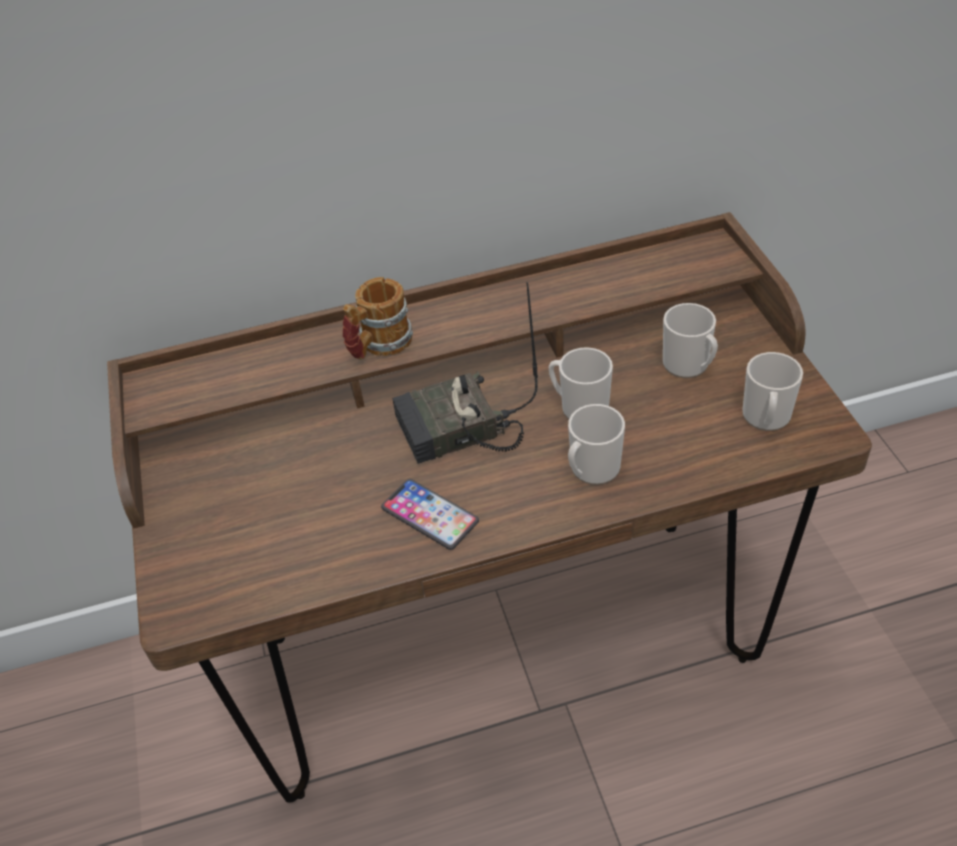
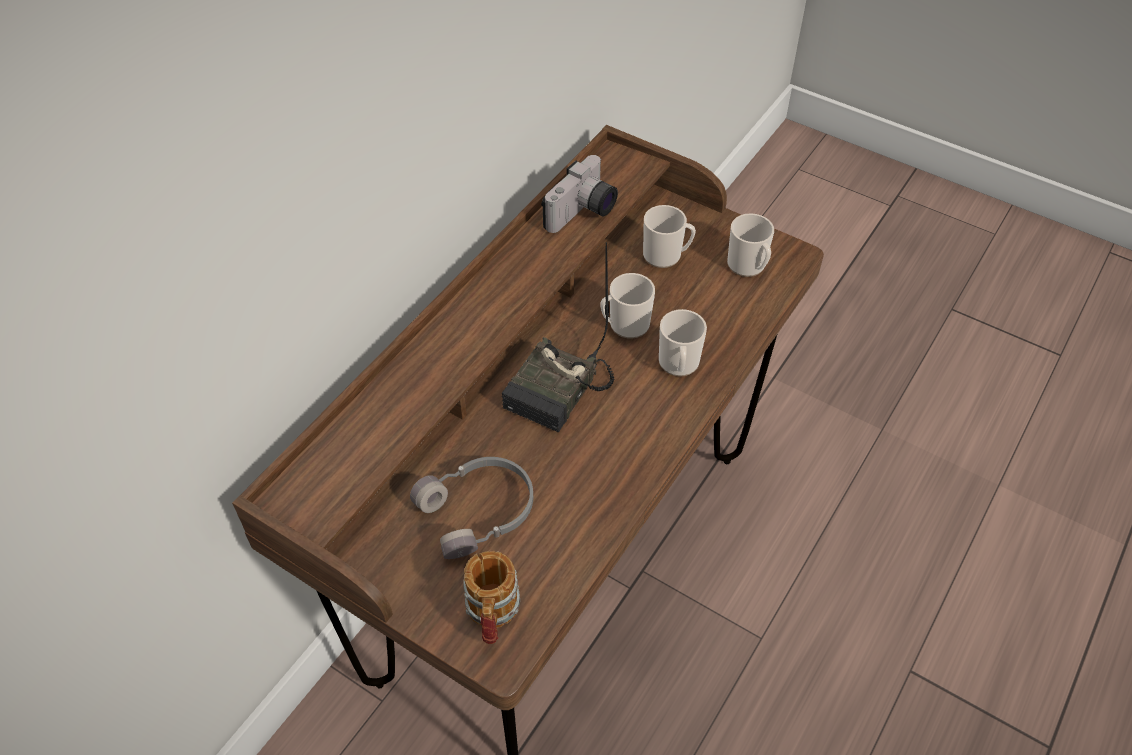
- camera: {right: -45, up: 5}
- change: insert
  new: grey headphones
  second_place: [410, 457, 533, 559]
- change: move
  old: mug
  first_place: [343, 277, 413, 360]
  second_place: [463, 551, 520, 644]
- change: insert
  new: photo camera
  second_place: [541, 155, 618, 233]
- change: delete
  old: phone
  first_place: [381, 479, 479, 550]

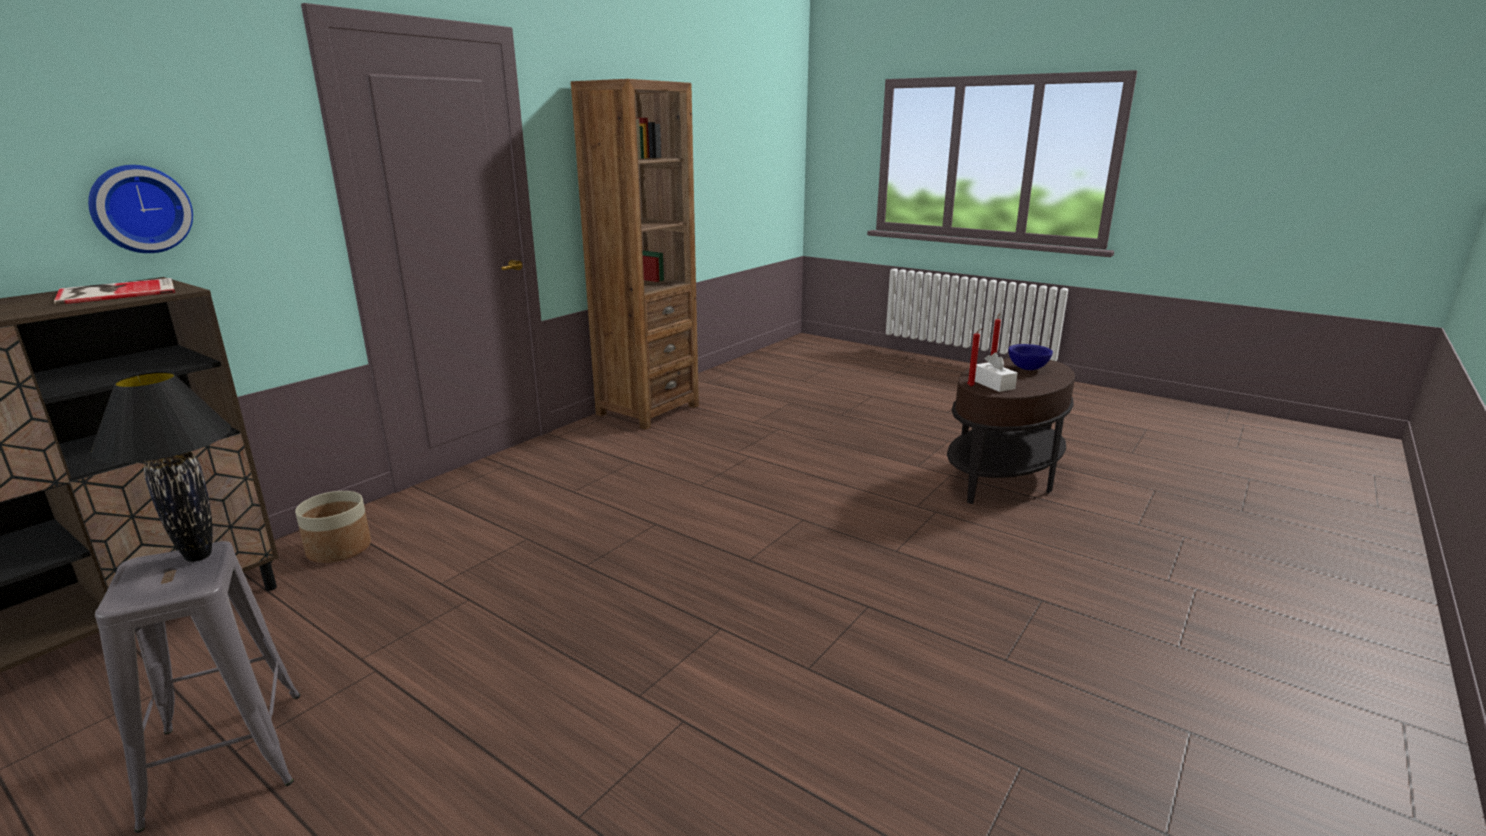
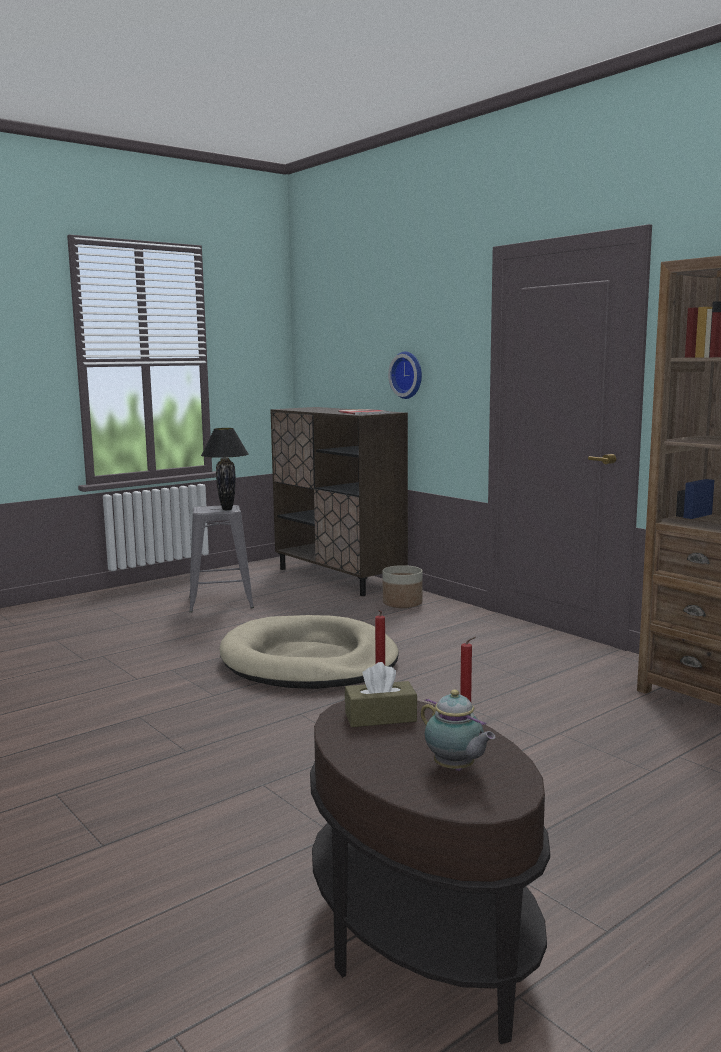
- camera: {right: 105, up: -10}
- change: insert
  new: beige dog bed
  second_place: [220, 615, 399, 689]
- change: recolor
  old: white tissue box
  new: brown tissue box
  first_place: [975, 353, 1018, 392]
  second_place: [345, 662, 417, 727]
- change: replace
  old: blue bowl
  new: teapot
  first_place: [1008, 344, 1053, 370]
  second_place: [421, 689, 495, 771]

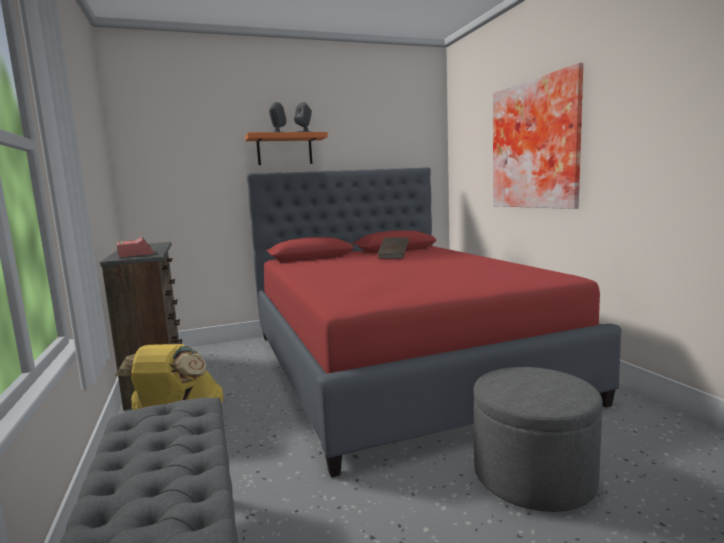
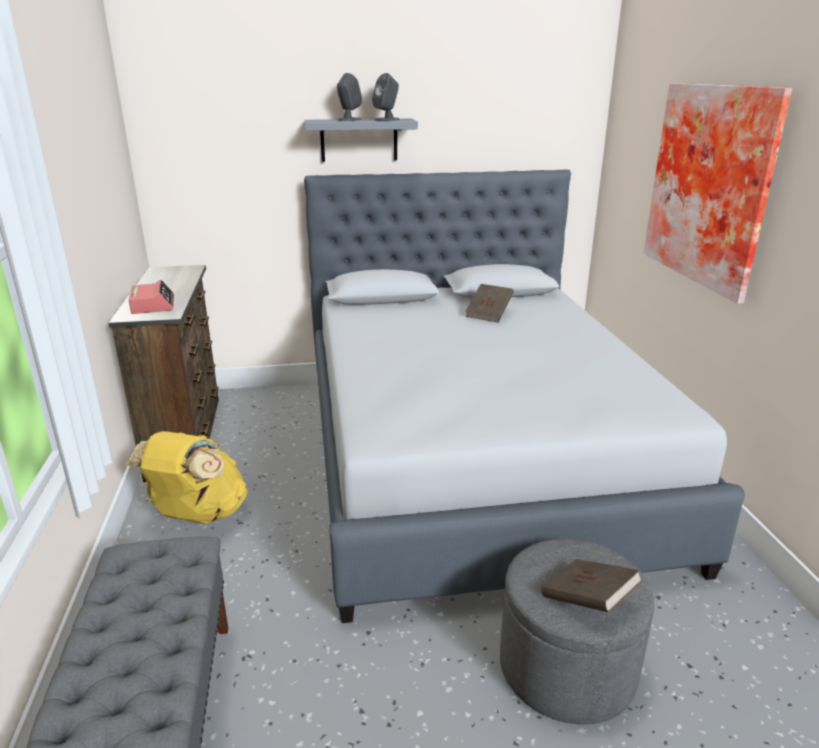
- camera: {right: 10, up: 15}
- change: recolor
  old: orange shelf
  new: grey shelf
  first_place: [245, 132, 328, 165]
  second_place: [304, 119, 418, 162]
- change: recolor
  old: red bed
  new: grey bed
  first_place: [247, 167, 621, 477]
  second_place: [304, 170, 745, 623]
- change: insert
  new: brown book
  second_place: [541, 559, 642, 613]

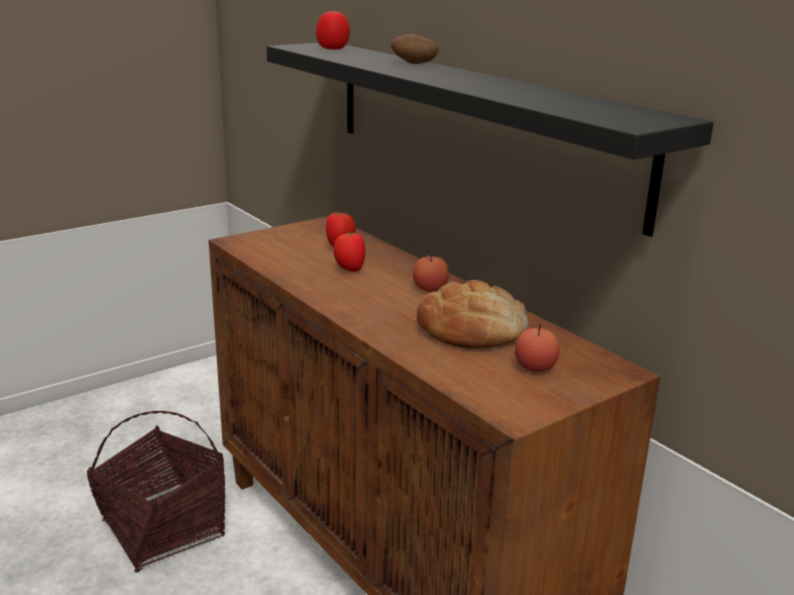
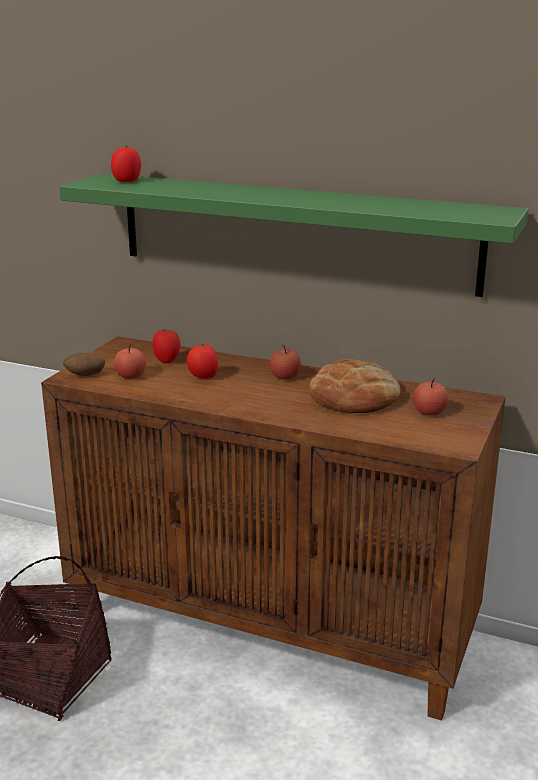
- camera: {right: -30, up: 0}
- change: recolor
  old: black shelf
  new: green shelf
  first_place: [267, 43, 714, 237]
  second_place: [59, 173, 529, 297]
- change: move
  old: potato
  first_place: [391, 34, 439, 64]
  second_place: [63, 353, 105, 376]
- change: insert
  new: apple
  second_place: [114, 344, 146, 379]

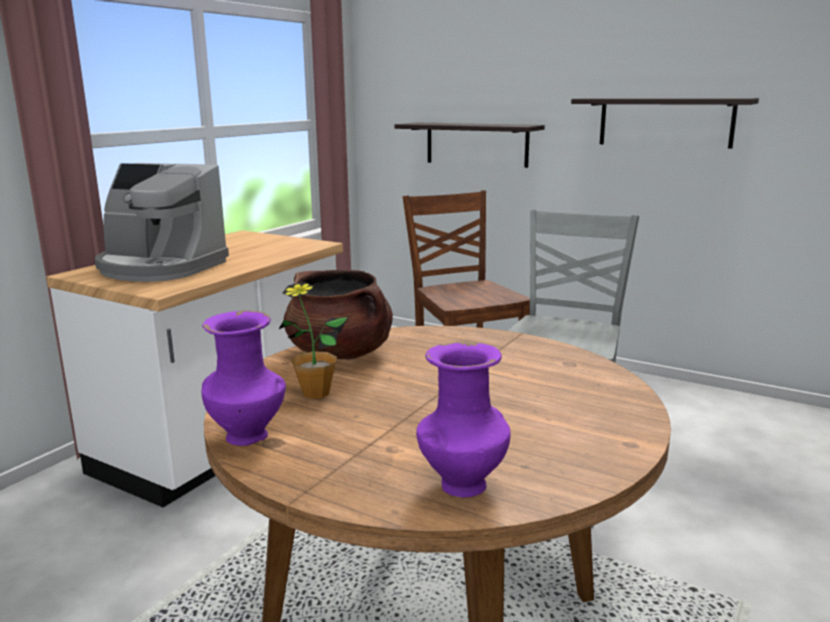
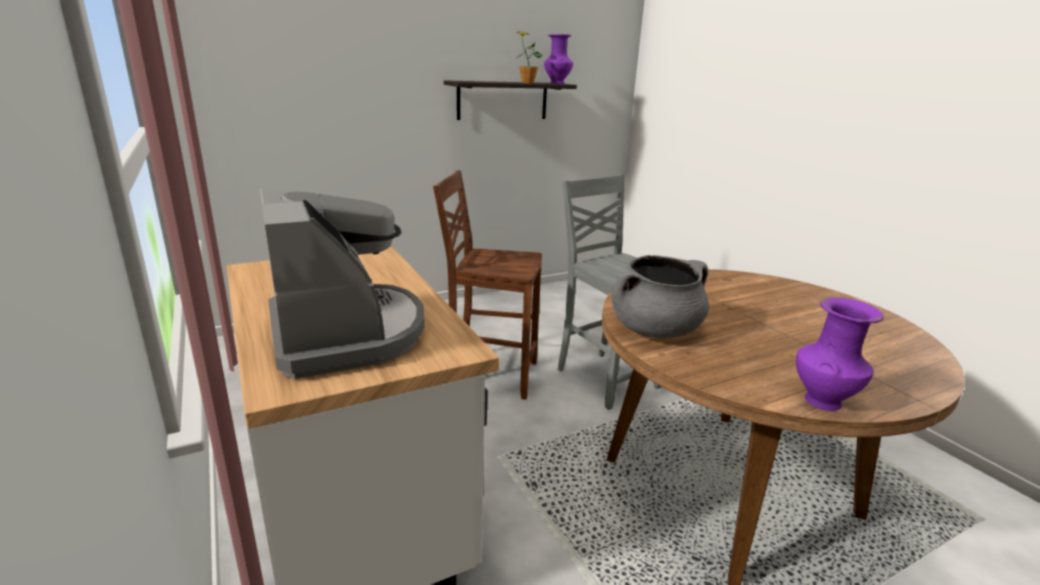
- camera: {right: -60, up: 5}
- change: rotate
  old: coffee machine
  first_place: [95, 163, 229, 282]
  second_place: [260, 188, 425, 379]
  degrees: -75
- change: move
  old: potted plant
  first_place: [279, 282, 348, 399]
  second_place: [517, 32, 543, 83]
- change: move
  old: purple vase
  first_place: [416, 342, 511, 497]
  second_place: [544, 34, 573, 84]
- change: recolor
  old: brown cooking pot
  new: grey cooking pot
  first_place: [284, 270, 393, 359]
  second_place: [611, 255, 709, 338]
- change: delete
  old: shelf
  first_place: [394, 122, 545, 168]

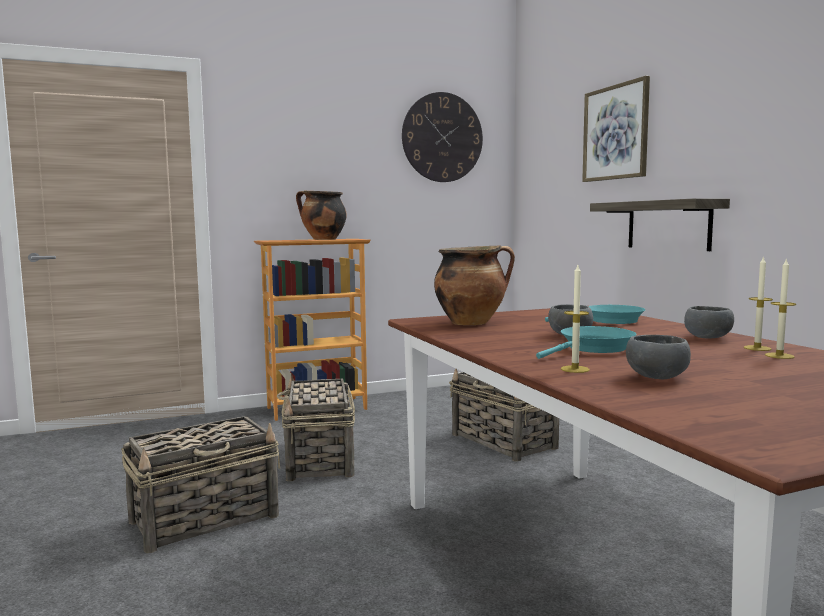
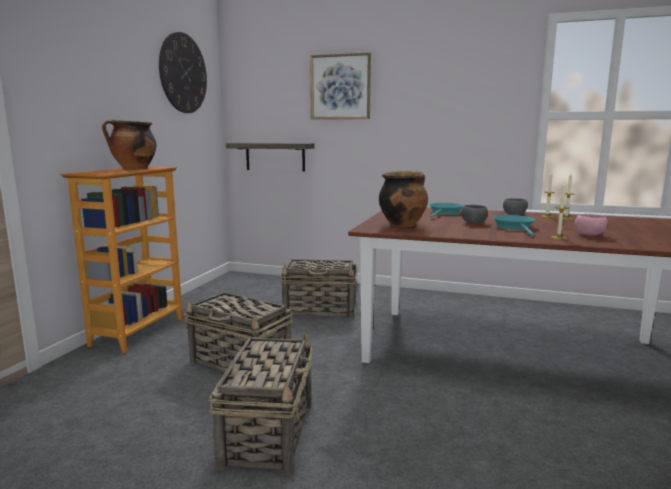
- camera: {right: -50, up: 5}
- change: move
  old: shelf
  first_place: [590, 198, 730, 251]
  second_place: [226, 143, 314, 172]
- change: recolor
  old: grey bowl
  new: pink bowl
  first_place: [626, 335, 691, 379]
  second_place: [575, 214, 608, 235]

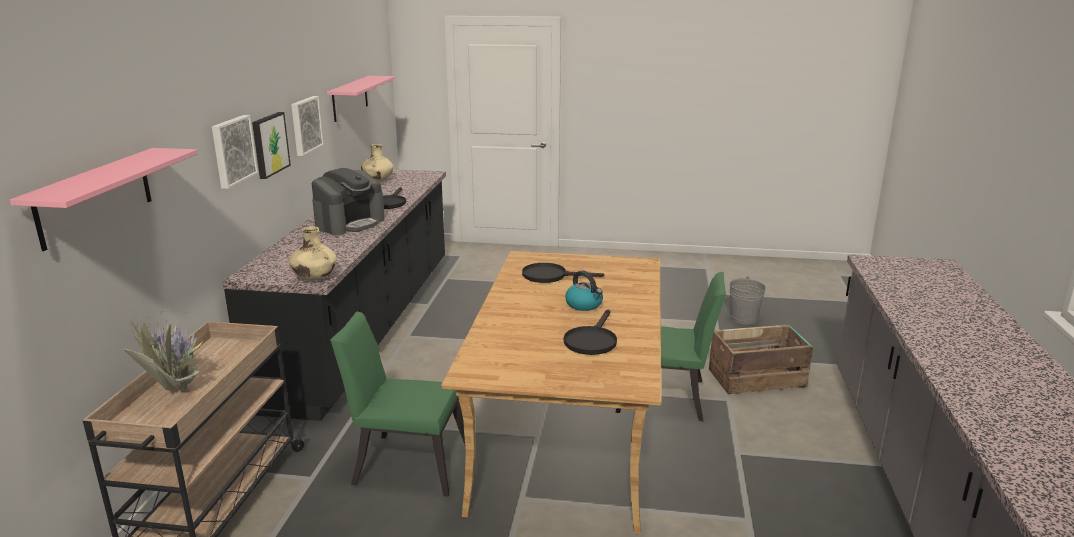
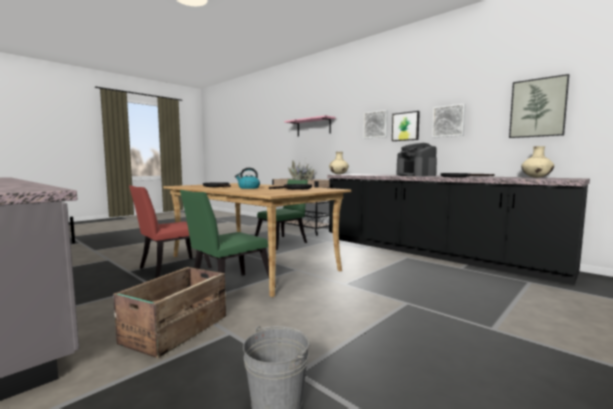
- camera: {right: 125, up: -15}
- change: insert
  new: red chair
  second_place: [129, 186, 212, 278]
- change: replace
  old: pink shelf
  new: picture
  first_place: [327, 76, 395, 122]
  second_place: [509, 74, 569, 138]

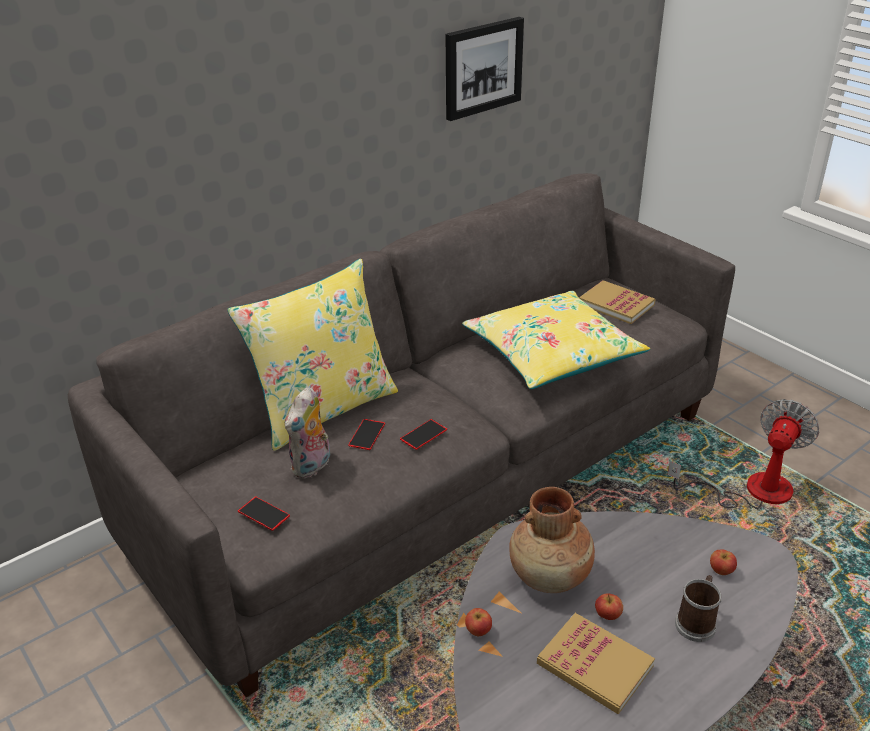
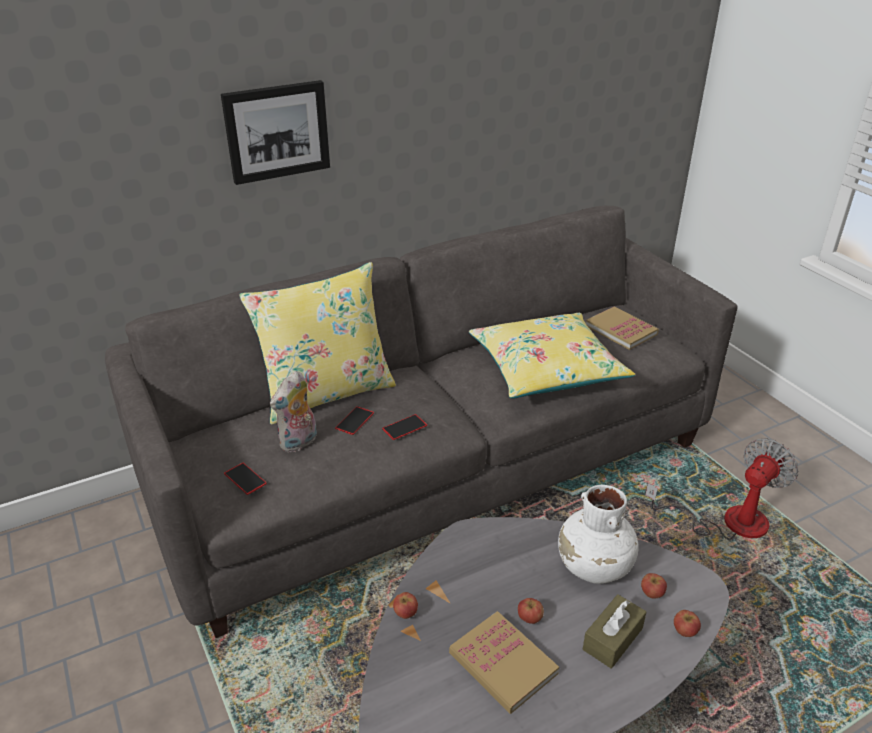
- camera: {right: 10, up: 0}
- change: move
  old: picture
  first_place: [446, 17, 524, 121]
  second_place: [221, 80, 330, 185]
- change: insert
  new: white vase
  second_place: [558, 485, 639, 584]
- change: replace
  old: mug
  new: brown tissue box
  first_place: [675, 575, 721, 642]
  second_place: [583, 594, 646, 668]
- change: insert
  new: apple
  second_place: [674, 610, 701, 637]
- change: delete
  old: brown vase
  first_place: [509, 487, 595, 593]

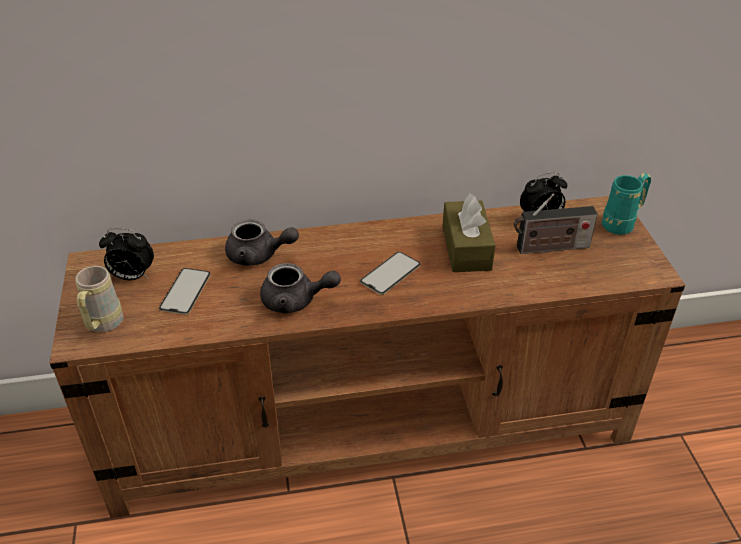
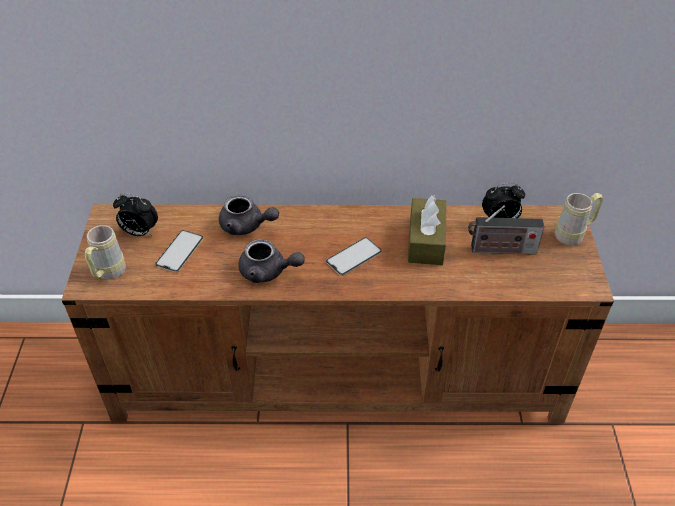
- camera: {right: 10, up: 5}
- change: recolor
  old: turquoise mug
  new: beige mug
  first_place: [602, 173, 651, 235]
  second_place: [555, 193, 603, 245]

